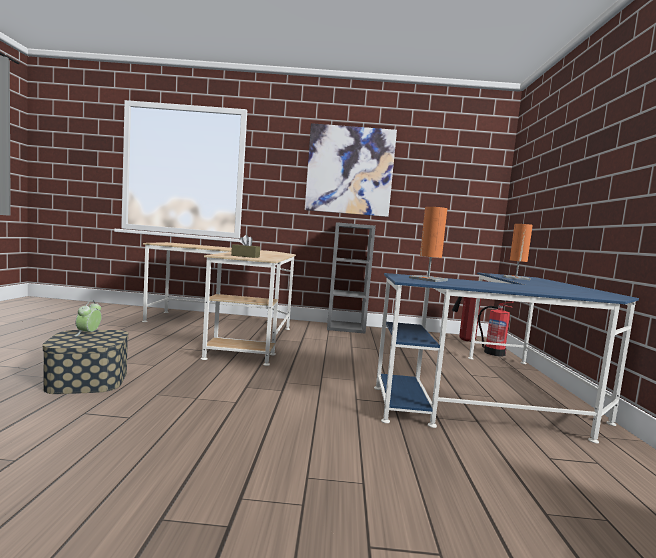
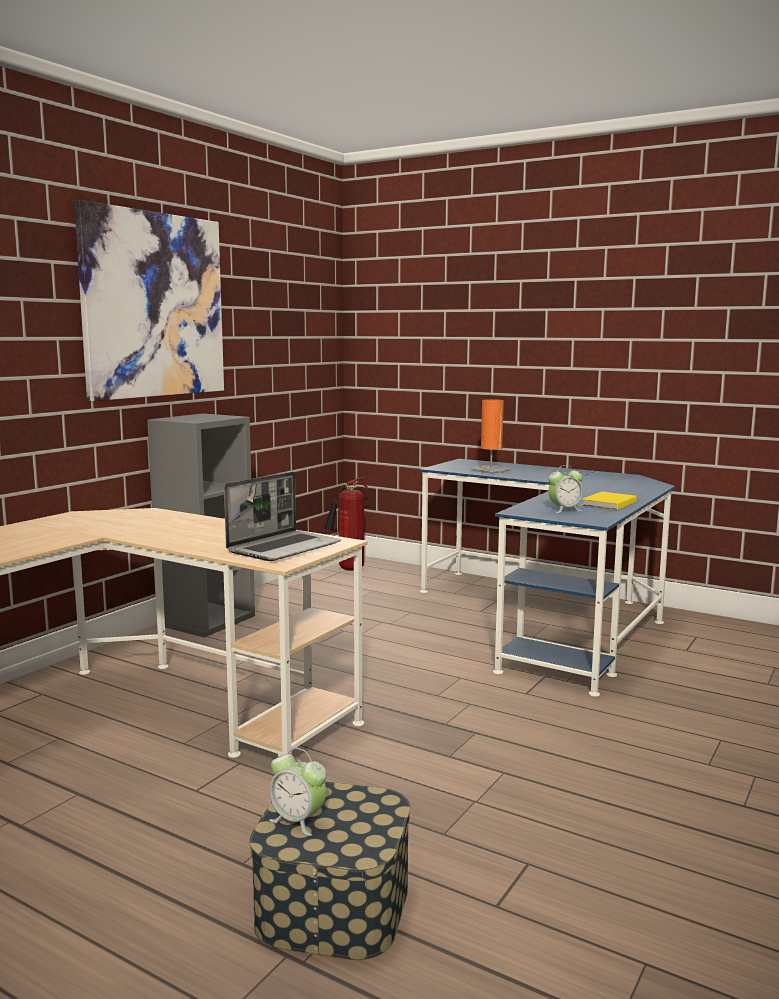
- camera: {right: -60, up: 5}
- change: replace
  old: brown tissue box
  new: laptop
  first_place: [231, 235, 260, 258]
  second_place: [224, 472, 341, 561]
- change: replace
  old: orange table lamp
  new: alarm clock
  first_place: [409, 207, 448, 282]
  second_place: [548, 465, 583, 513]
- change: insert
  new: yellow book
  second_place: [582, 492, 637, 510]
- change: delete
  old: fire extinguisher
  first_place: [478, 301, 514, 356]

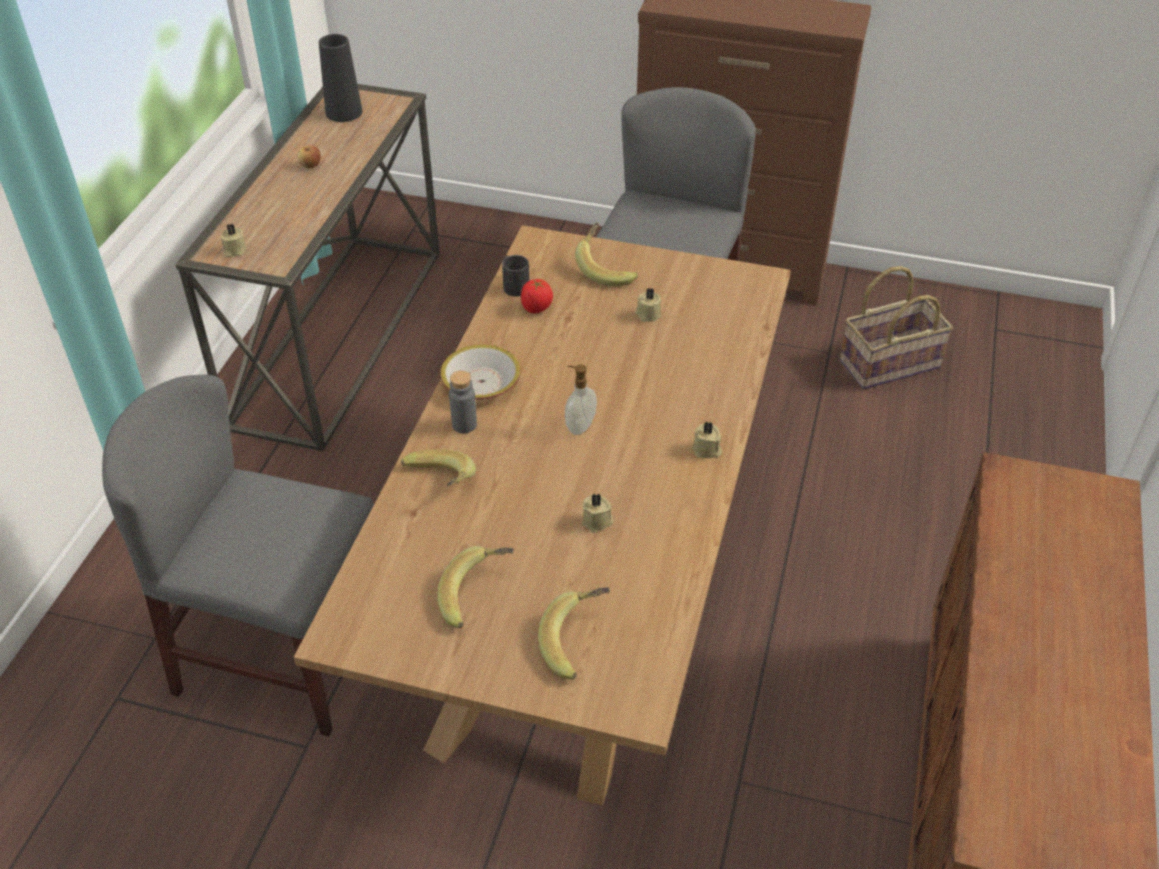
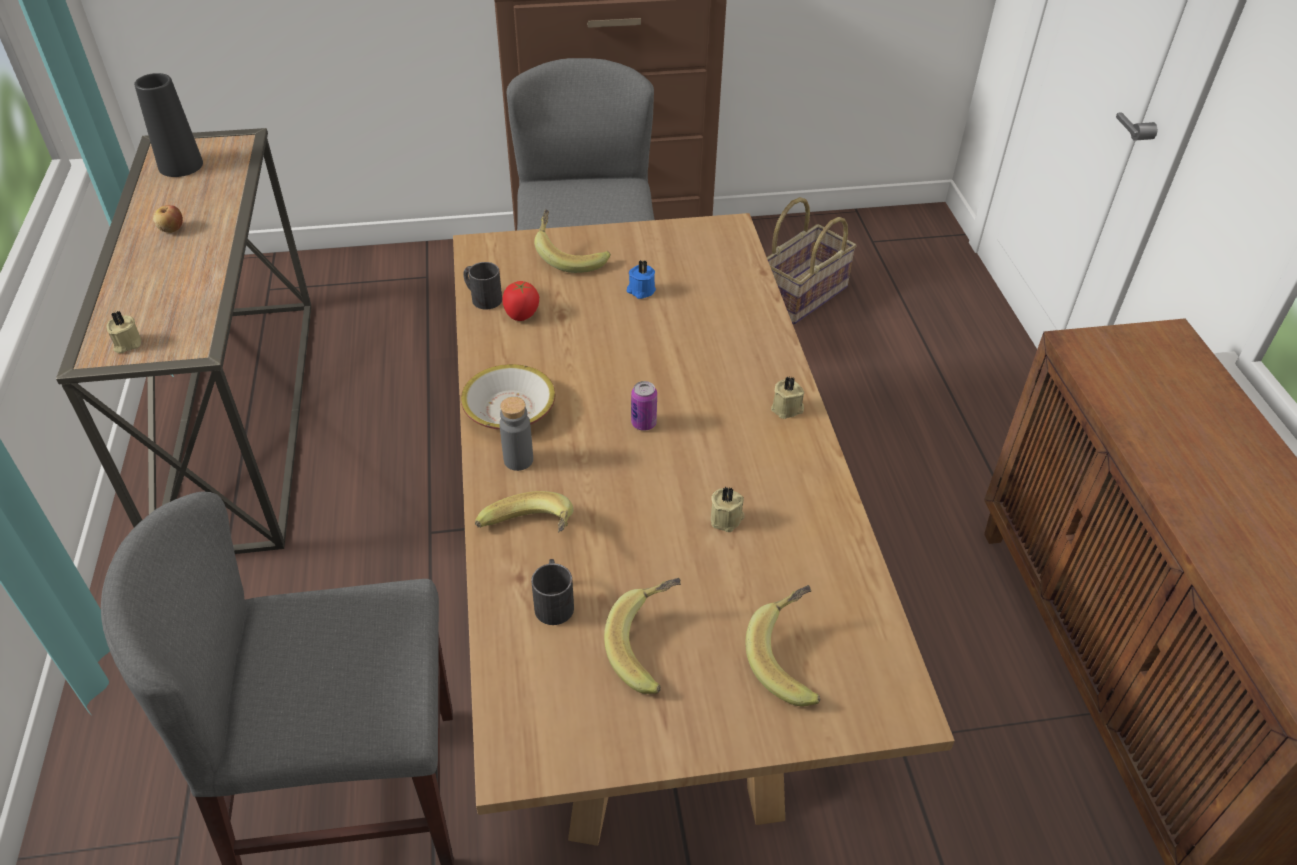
- camera: {right: -25, up: 0}
- change: insert
  new: black mug
  second_place: [531, 559, 574, 625]
- change: recolor
  old: beige candle
  new: blue candle
  first_place: [635, 288, 661, 322]
  second_place: [627, 260, 656, 299]
- change: replace
  old: soap dispenser
  new: can
  first_place: [565, 365, 597, 435]
  second_place: [631, 381, 657, 431]

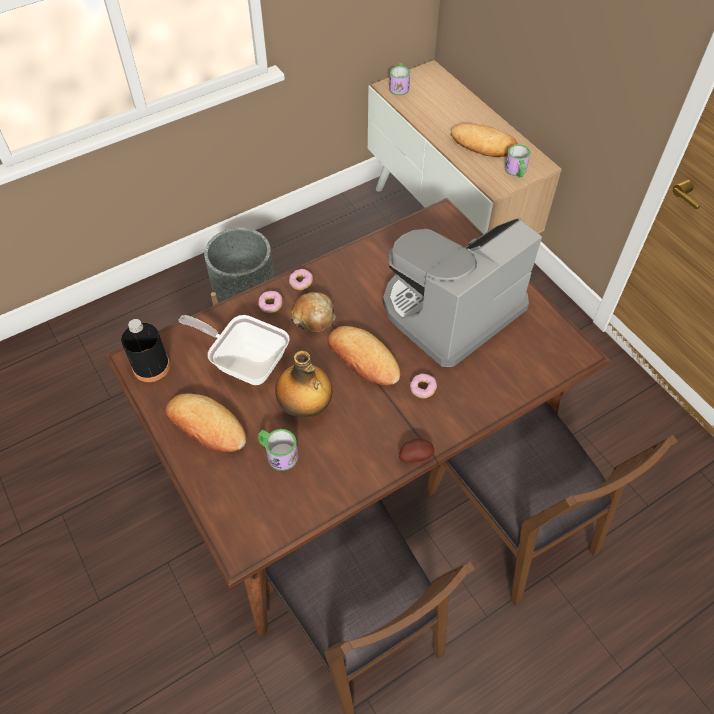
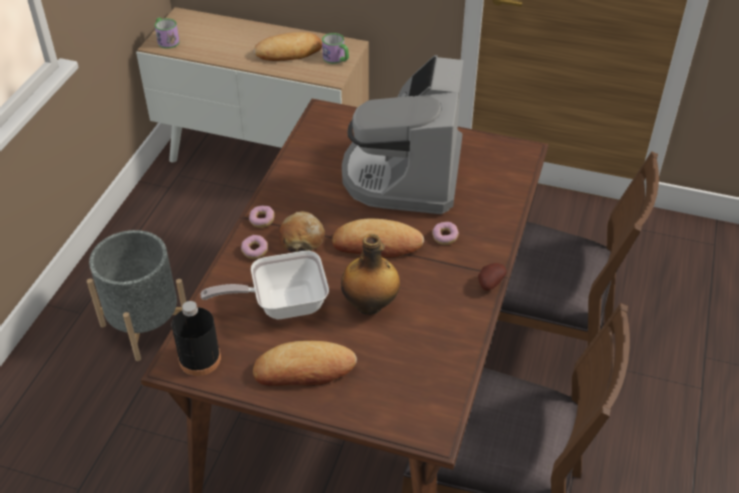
- camera: {right: -40, up: -10}
- change: delete
  old: mug
  first_place: [258, 429, 298, 471]

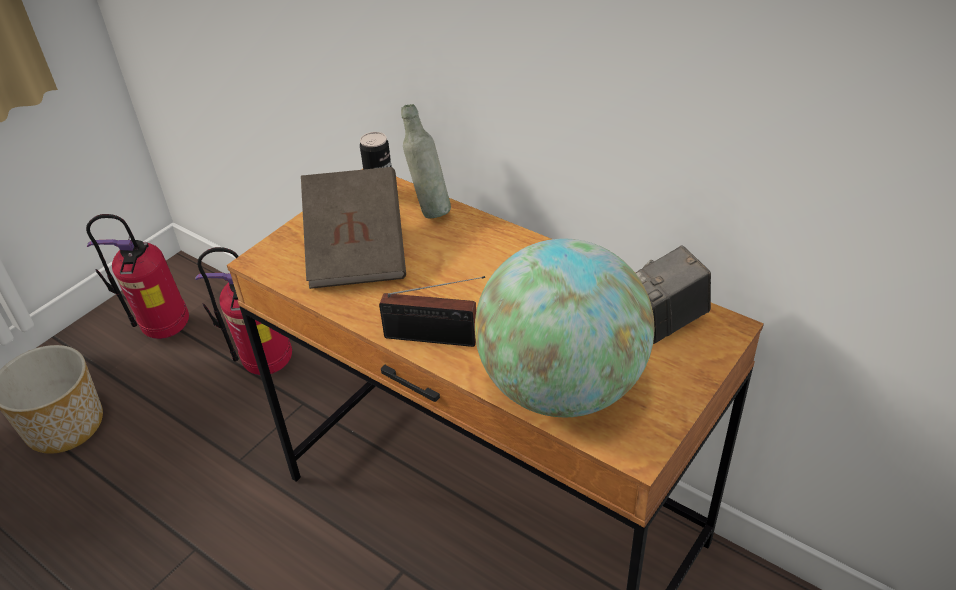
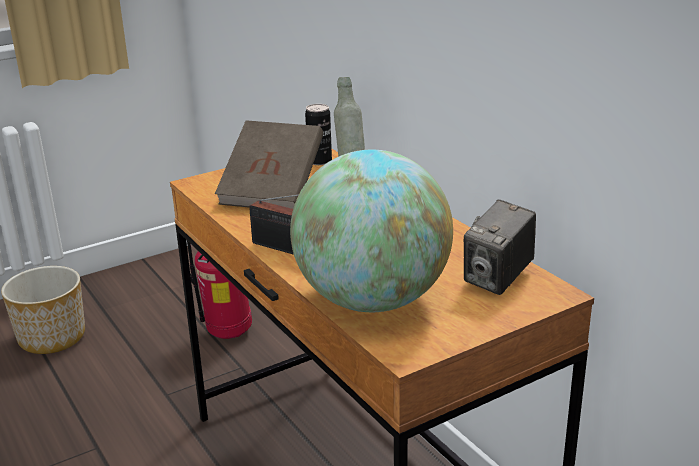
- camera: {right: 20, up: -15}
- change: rotate
  old: photo camera
  first_place: [636, 245, 711, 344]
  second_place: [464, 199, 536, 295]
  degrees: -45
- change: delete
  old: fire extinguisher
  first_place: [86, 214, 189, 339]

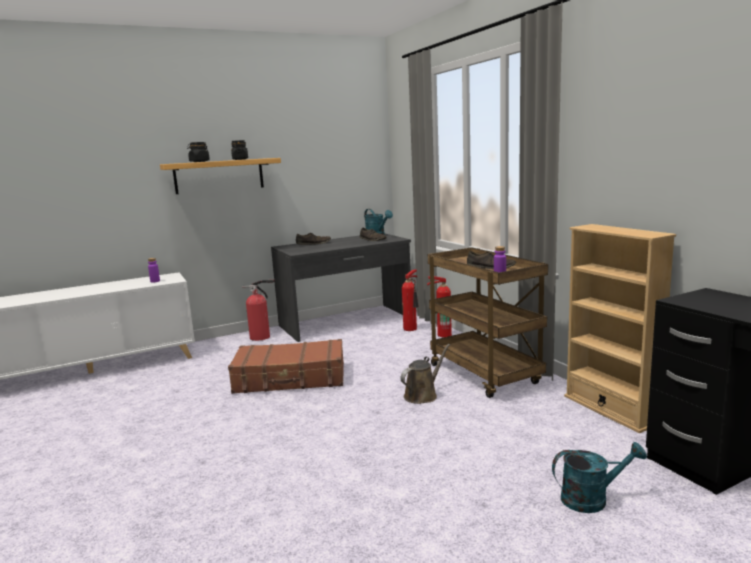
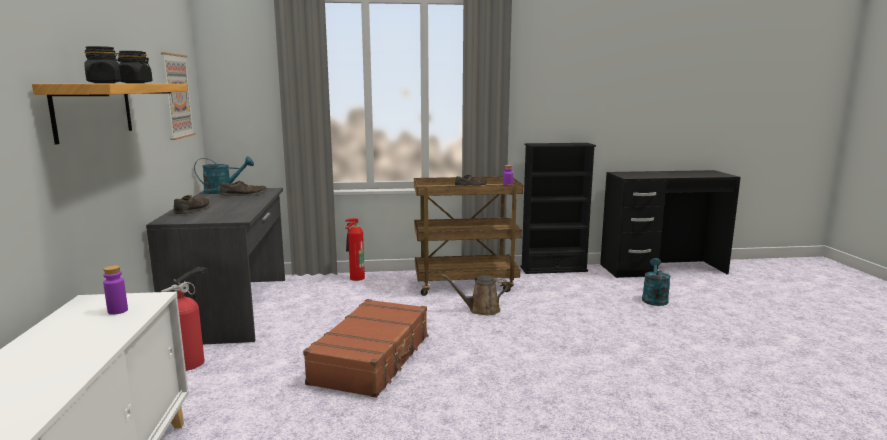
- camera: {right: -70, up: 0}
- change: insert
  new: picture
  second_place: [161, 53, 195, 140]
- change: rotate
  old: brown watering can
  first_place: [401, 344, 450, 404]
  second_place: [442, 274, 508, 315]
  degrees: -75
- change: recolor
  old: beige bookcase
  new: black bookcase
  first_place: [564, 224, 676, 433]
  second_place: [521, 143, 596, 274]
- change: delete
  old: fire extinguisher
  first_place: [402, 269, 418, 331]

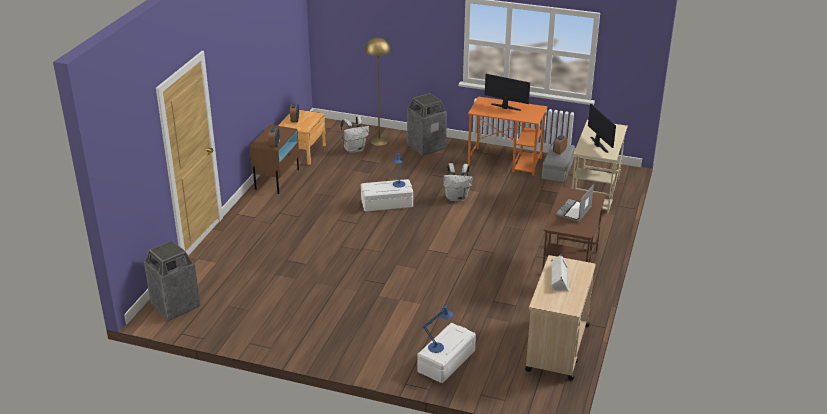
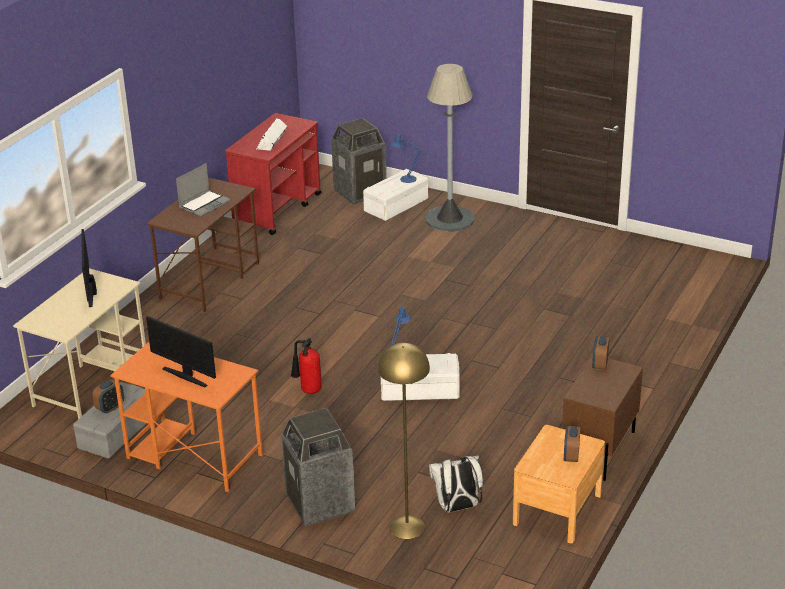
- camera: {right: -170, up: 0}
- change: recolor
  old: beige cart
  new: red cart
  first_place: [525, 255, 596, 380]
  second_place: [225, 113, 321, 235]
- change: replace
  old: white backpack
  new: fire extinguisher
  first_place: [443, 163, 473, 202]
  second_place: [291, 338, 322, 394]
- change: move
  old: trash can
  first_place: [144, 240, 201, 321]
  second_place: [331, 118, 386, 205]
- change: insert
  new: grey floor lamp
  second_place: [426, 64, 475, 232]

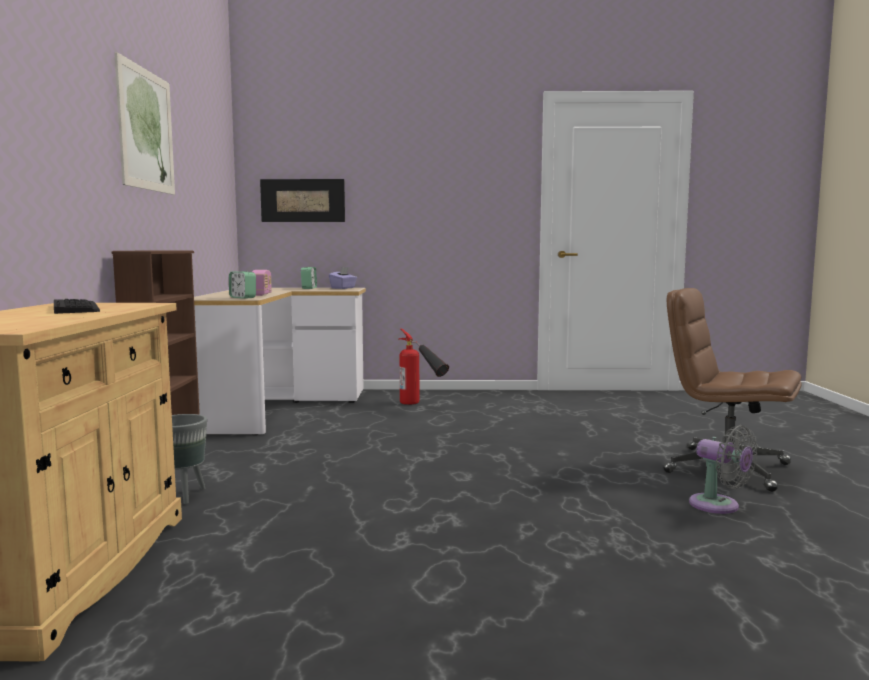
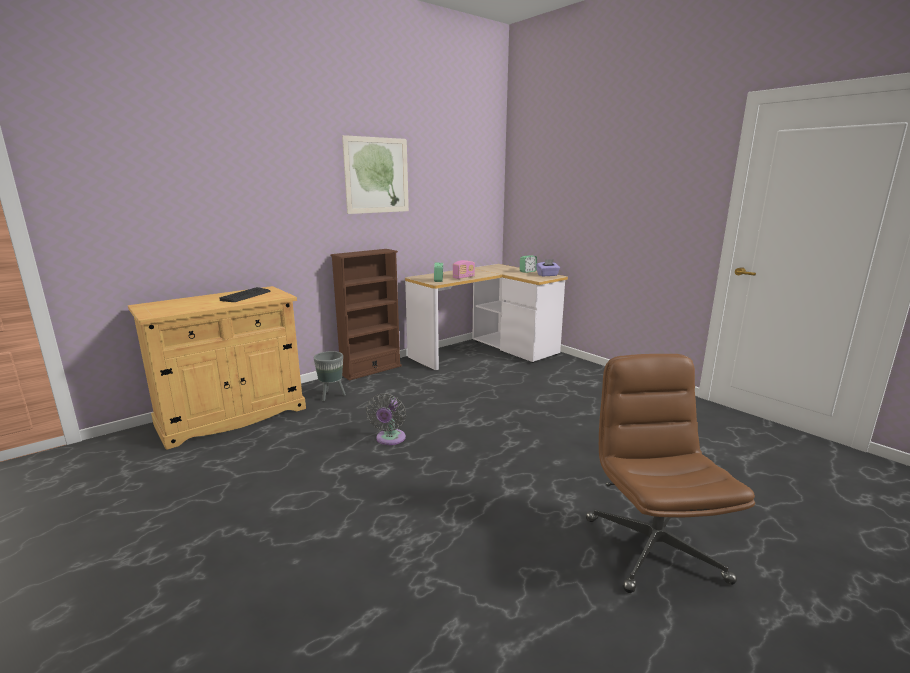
- camera: {right: 50, up: 10}
- change: move
  old: grey fan
  first_place: [689, 425, 758, 514]
  second_place: [366, 393, 406, 445]
- change: delete
  old: picture
  first_place: [260, 179, 345, 222]
- change: delete
  old: fire extinguisher
  first_place: [398, 328, 449, 405]

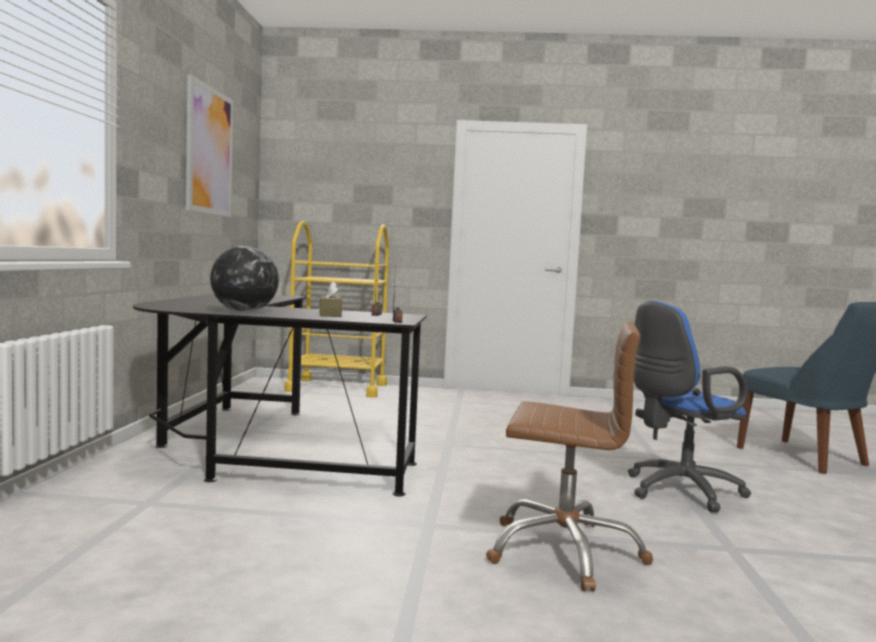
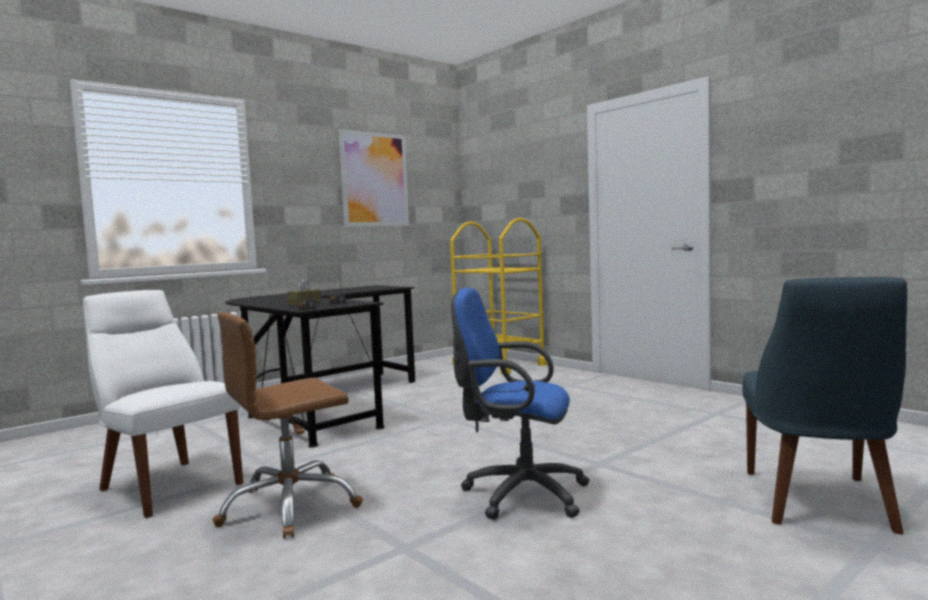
- camera: {right: 45, up: 0}
- change: insert
  new: white chair
  second_place: [83, 290, 243, 518]
- change: rotate
  old: brown office chair
  first_place: [486, 322, 653, 592]
  second_place: [212, 312, 363, 539]
  degrees: 90
- change: delete
  old: globe
  first_place: [210, 246, 279, 312]

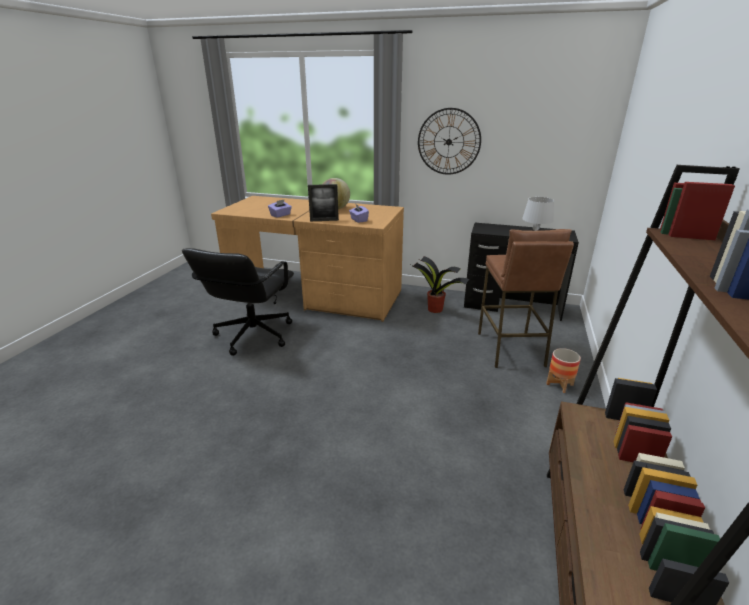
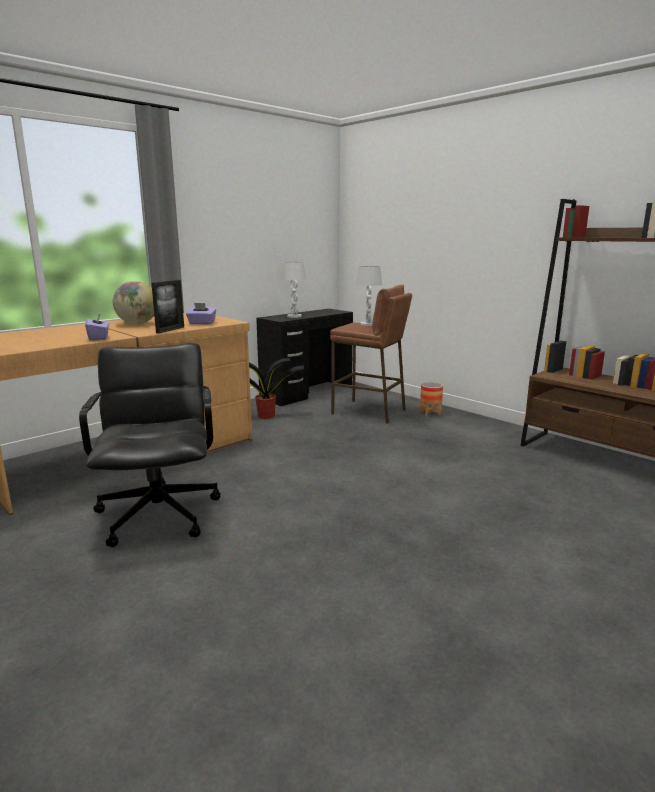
- camera: {right: -60, up: -10}
- change: rotate
  old: black office chair
  first_place: [182, 248, 294, 356]
  second_place: [79, 343, 221, 547]
  degrees: -150
- change: insert
  new: white table lamp
  second_place: [282, 262, 306, 318]
- change: delete
  old: wall clock
  first_place: [418, 108, 481, 175]

